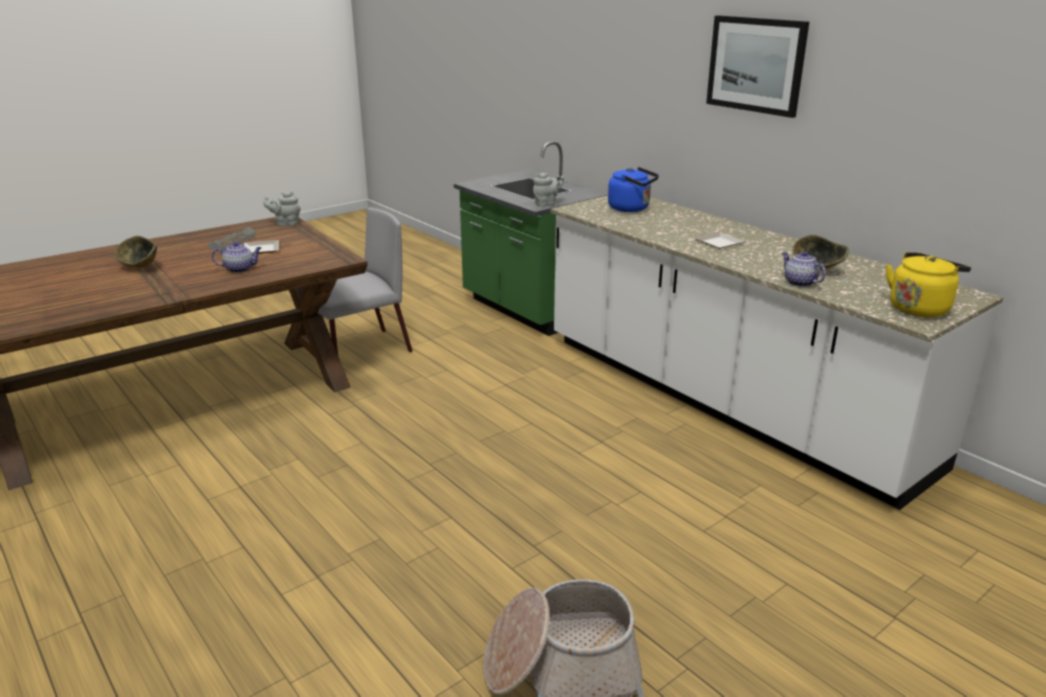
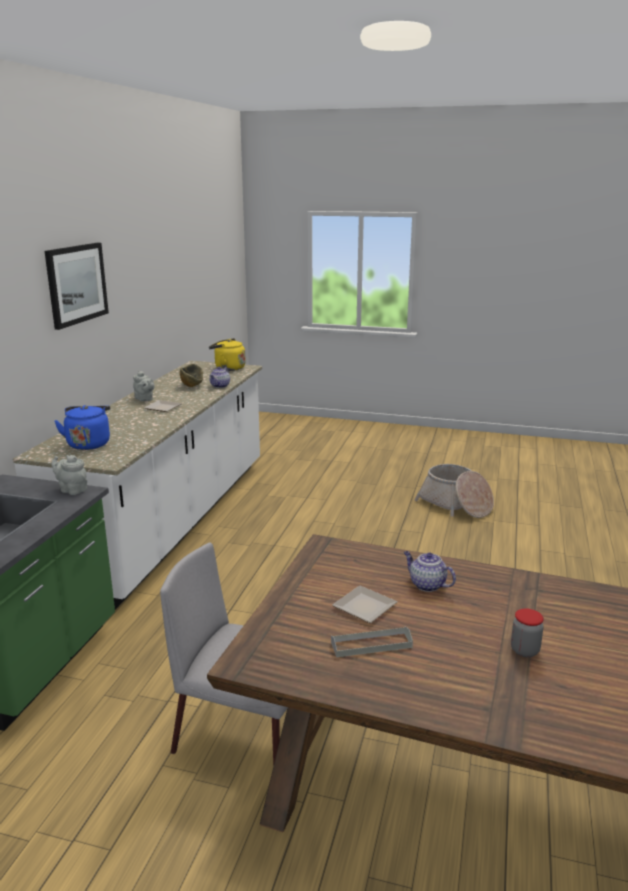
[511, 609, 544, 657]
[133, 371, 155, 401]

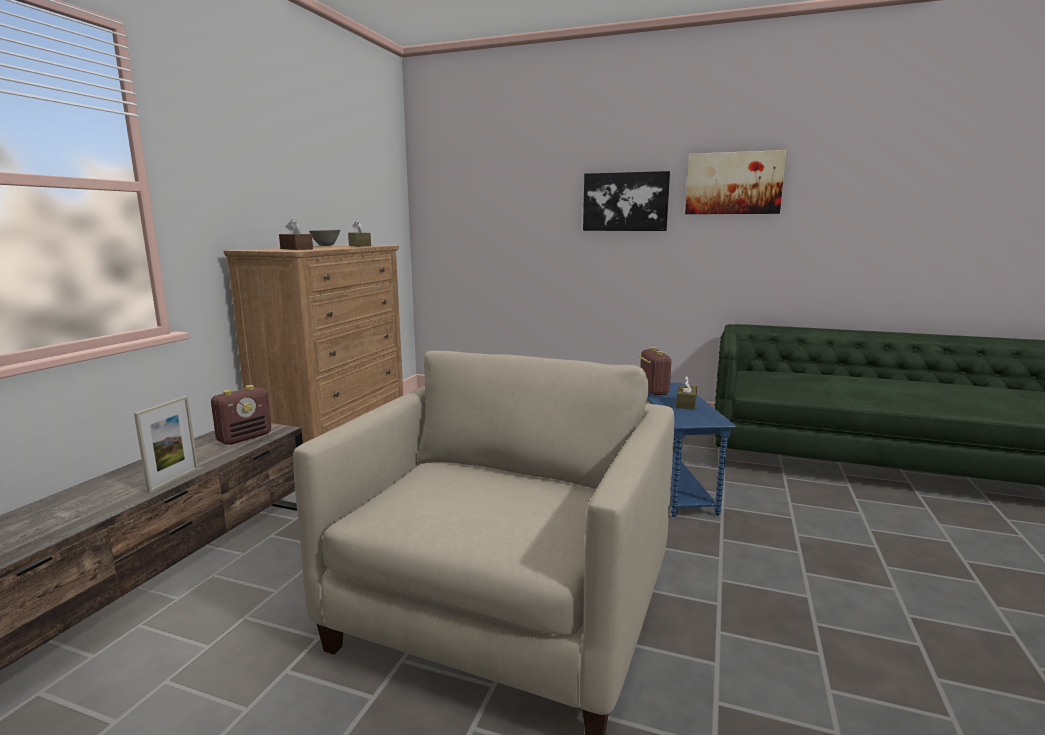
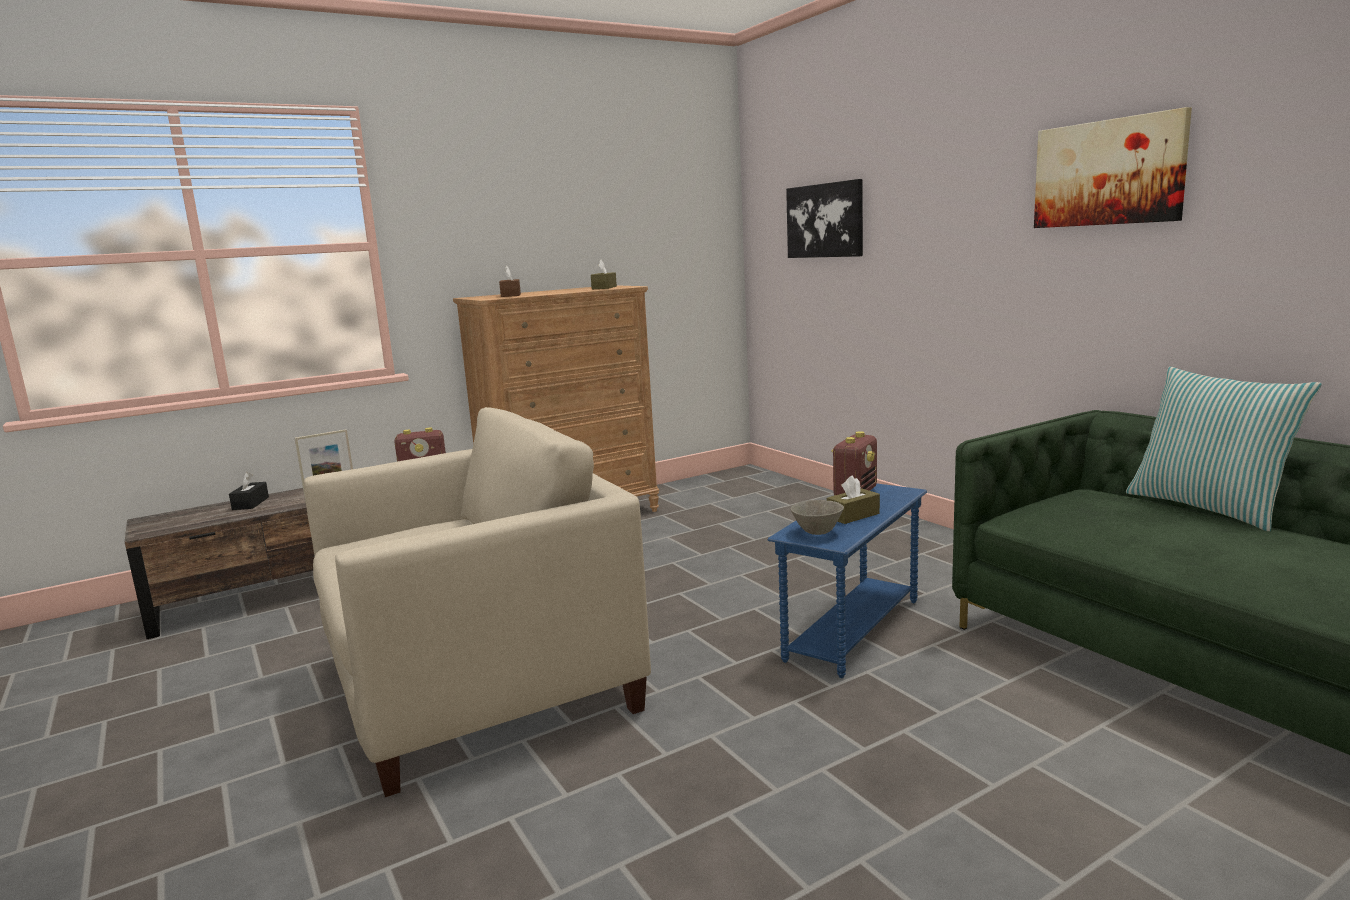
[791, 500, 844, 535]
[786, 179, 863, 258]
[229, 472, 269, 510]
[1126, 367, 1322, 531]

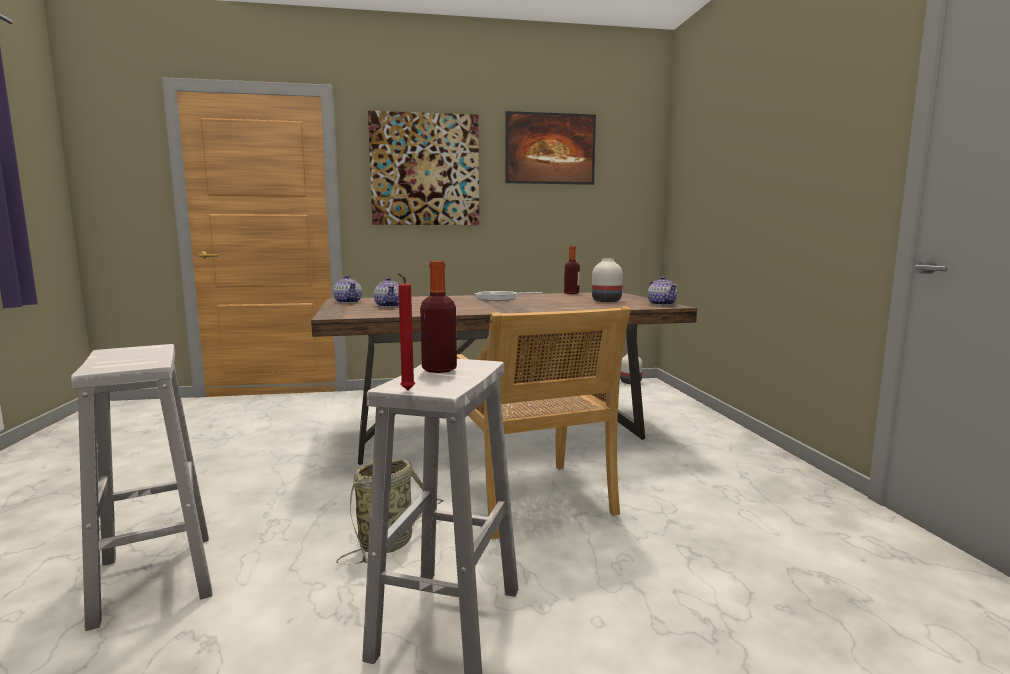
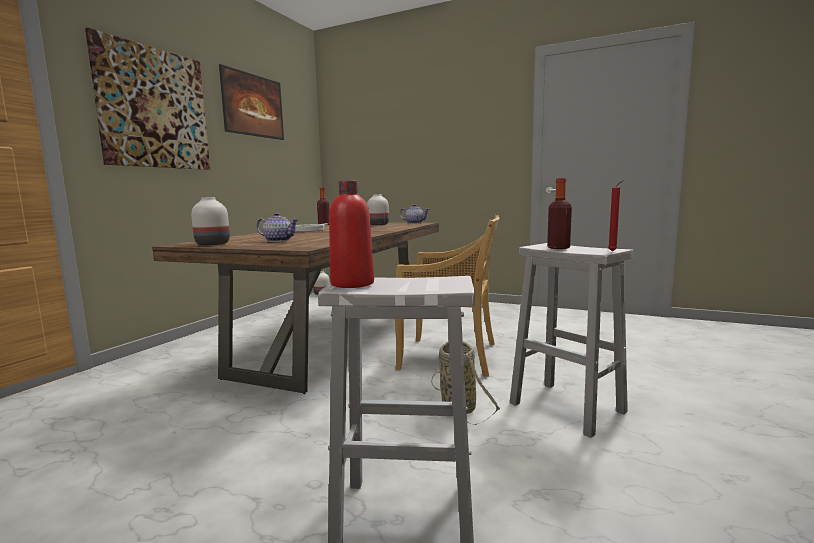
[191, 197, 230, 246]
[329, 181, 374, 288]

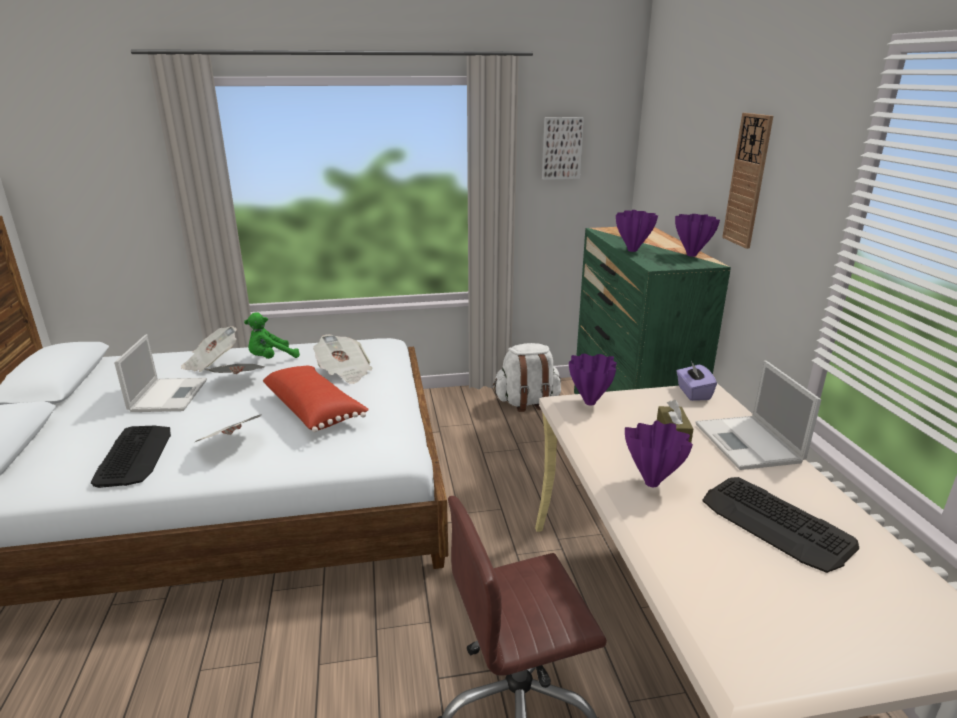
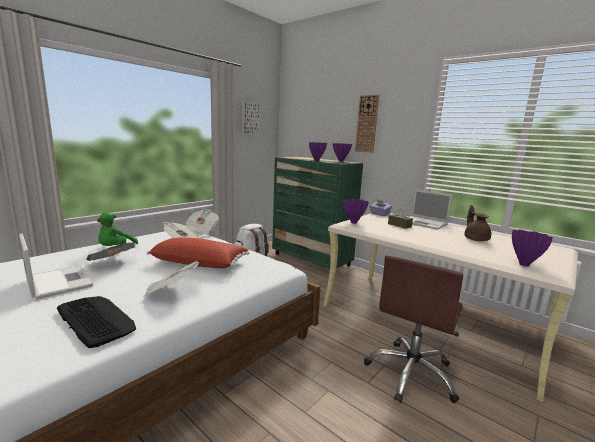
[186, 209, 219, 236]
[512, 230, 553, 267]
[464, 205, 491, 241]

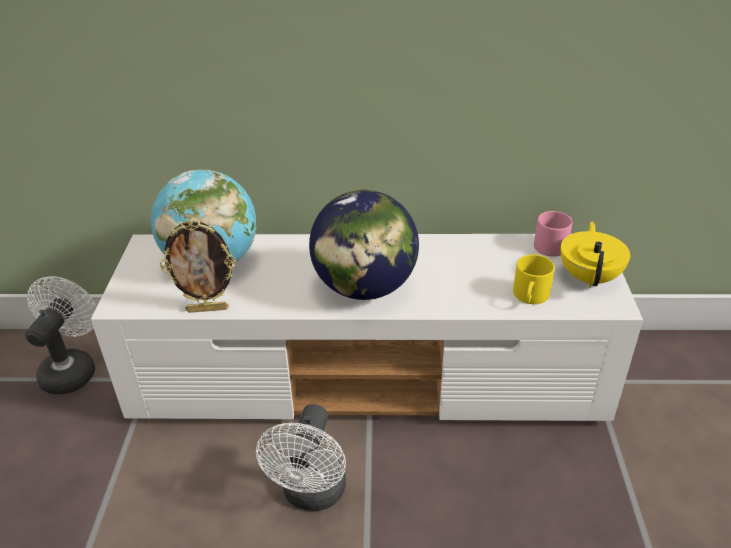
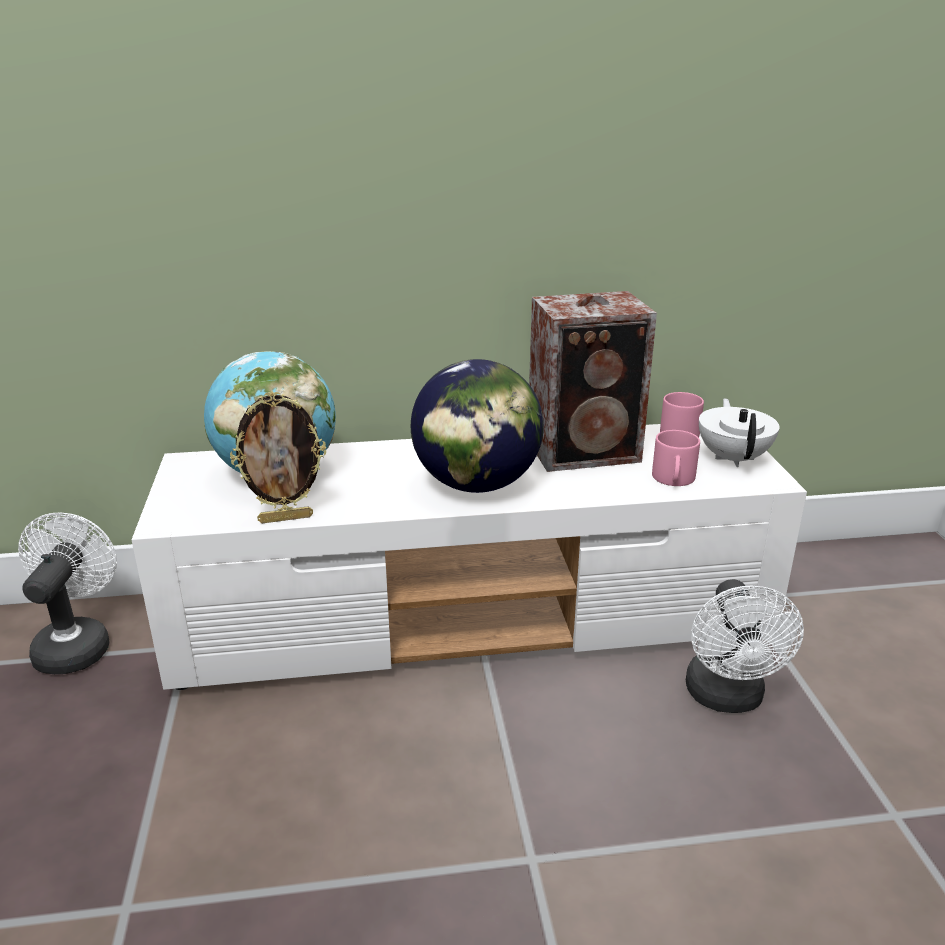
[686, 579, 804, 713]
[652, 430, 700, 486]
[699, 398, 780, 467]
[529, 291, 657, 472]

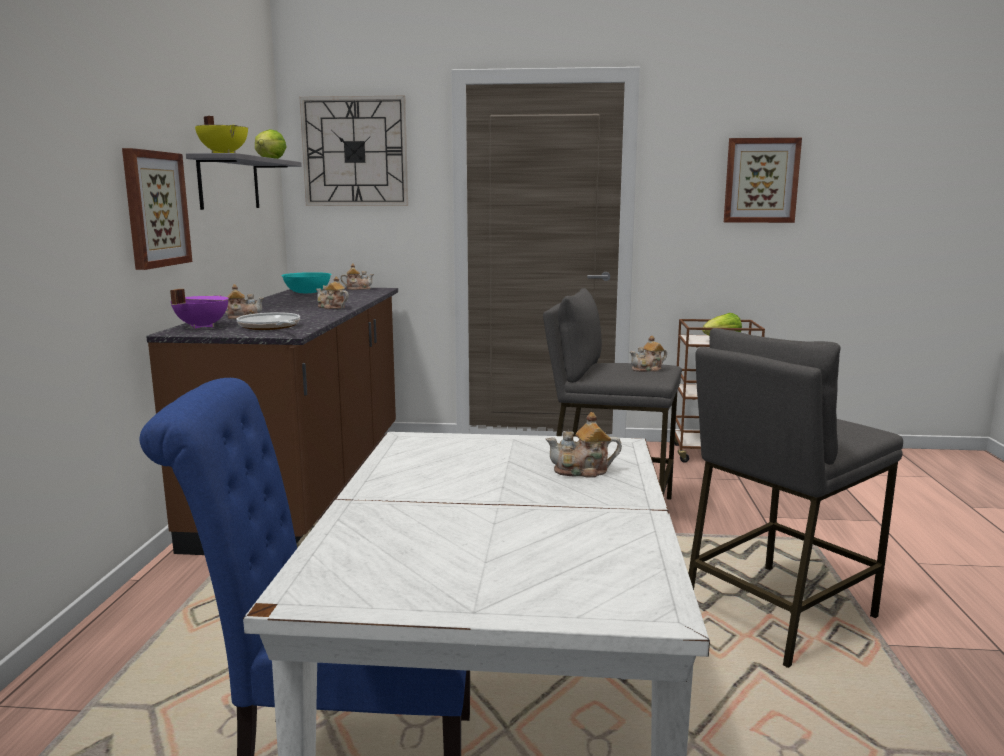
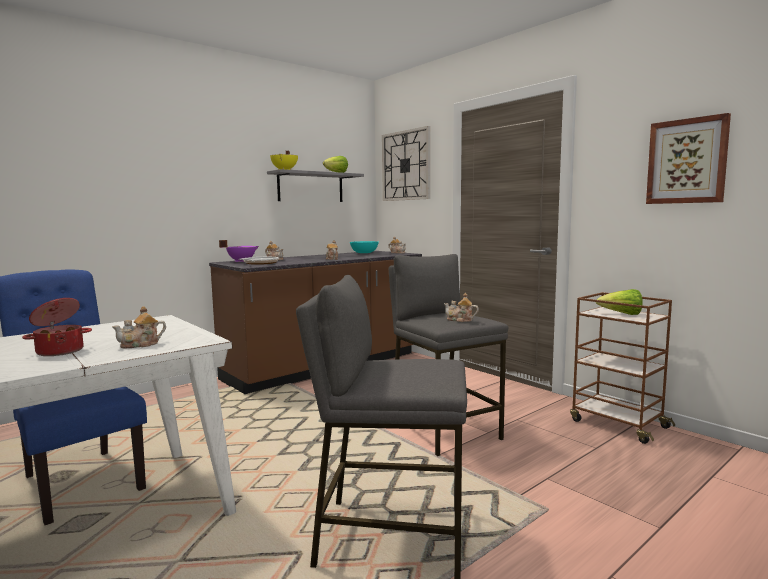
[122, 148, 192, 270] (first image)
[112, 306, 166, 348]
[22, 298, 92, 356]

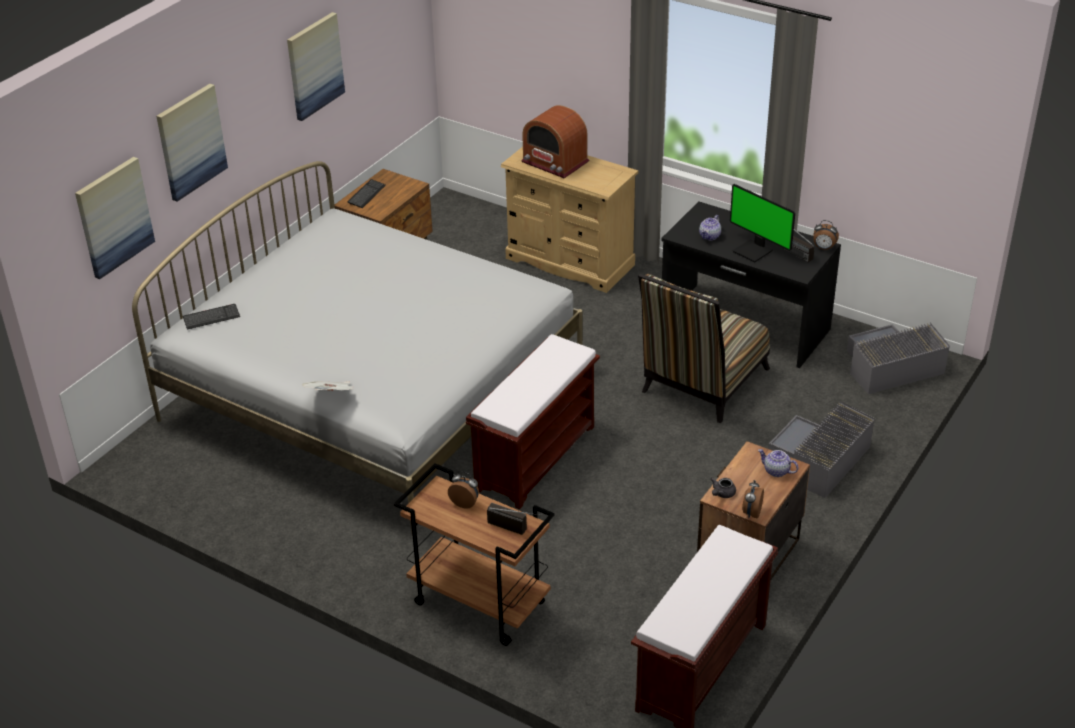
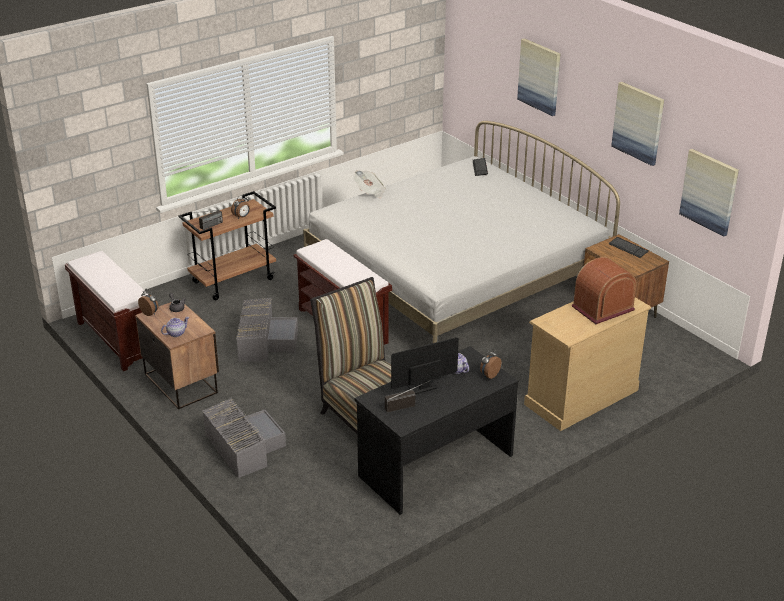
[679, 149, 739, 236]
[480, 349, 501, 379]
[236, 298, 298, 362]

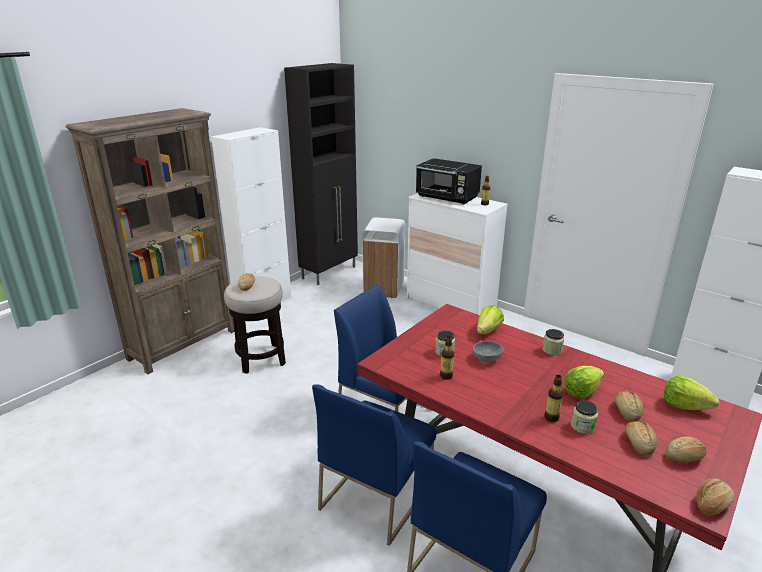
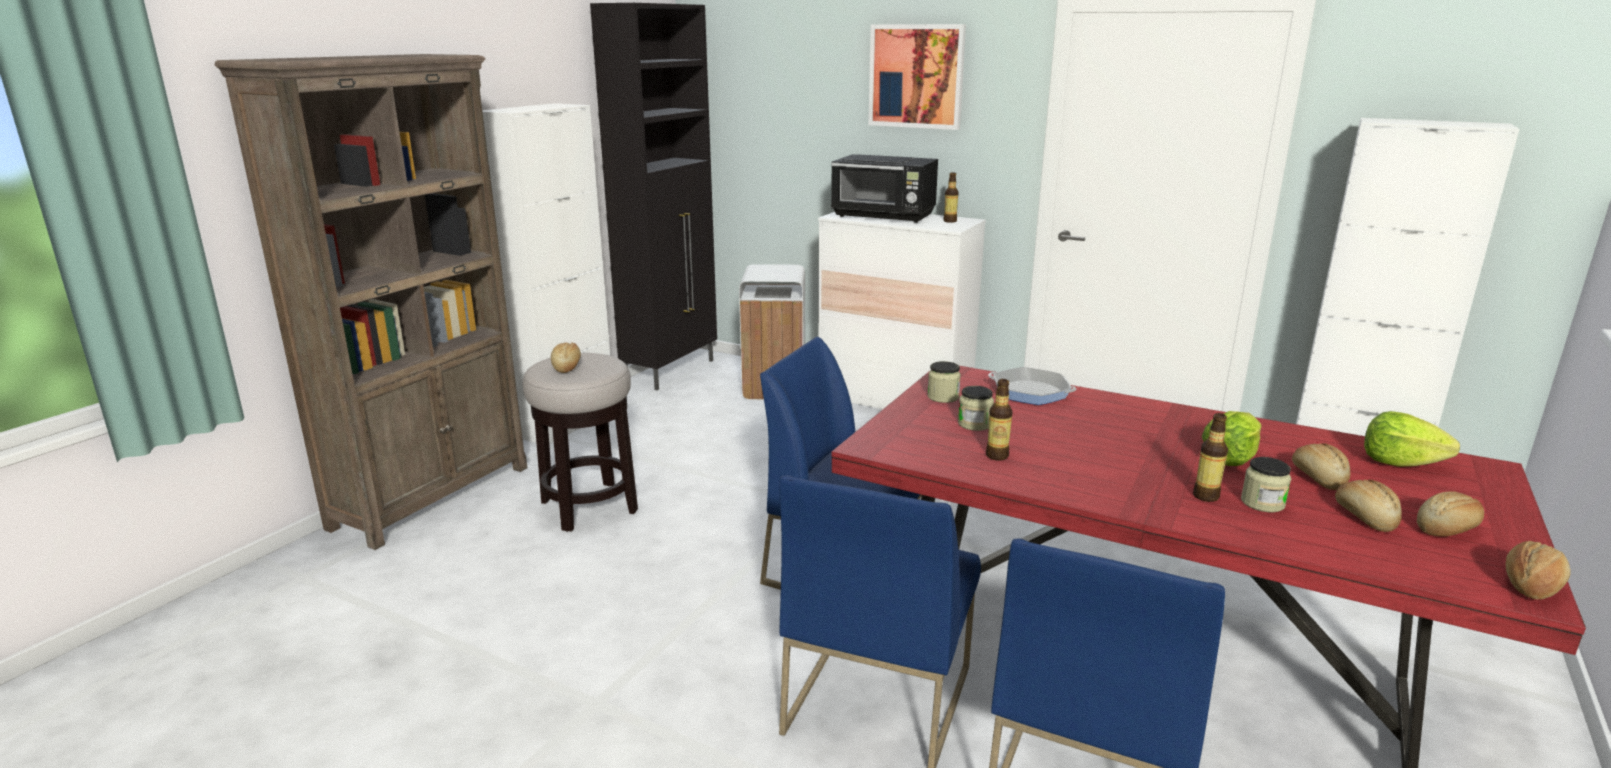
[473, 341, 503, 362] (first image)
[988, 367, 1077, 405]
[927, 361, 961, 403]
[868, 24, 966, 130]

